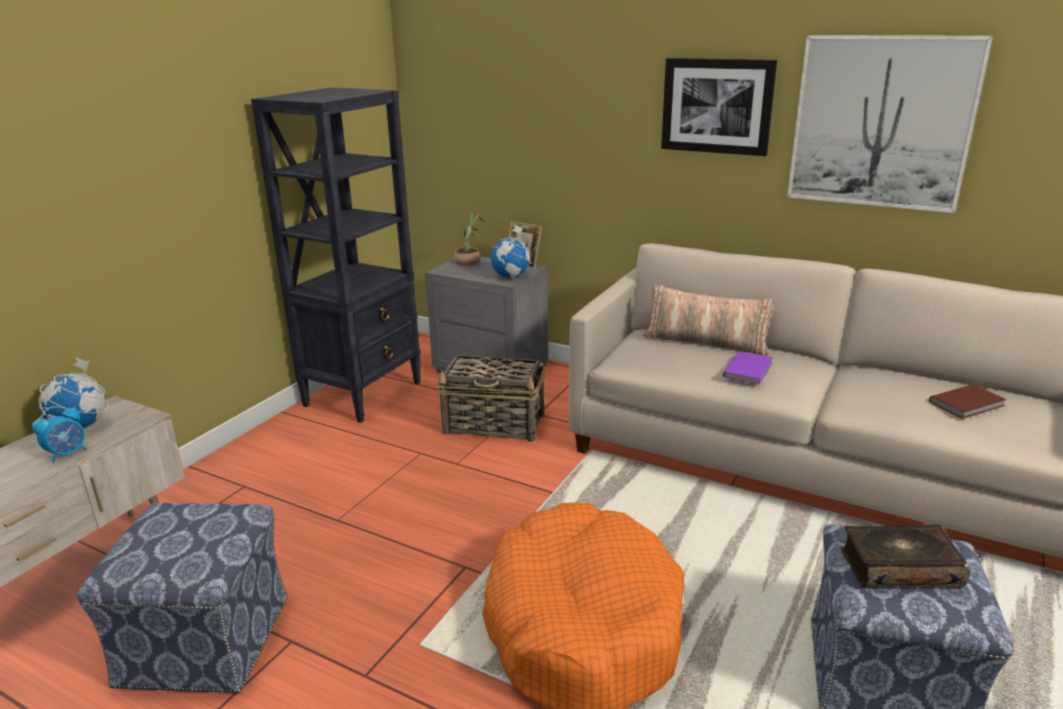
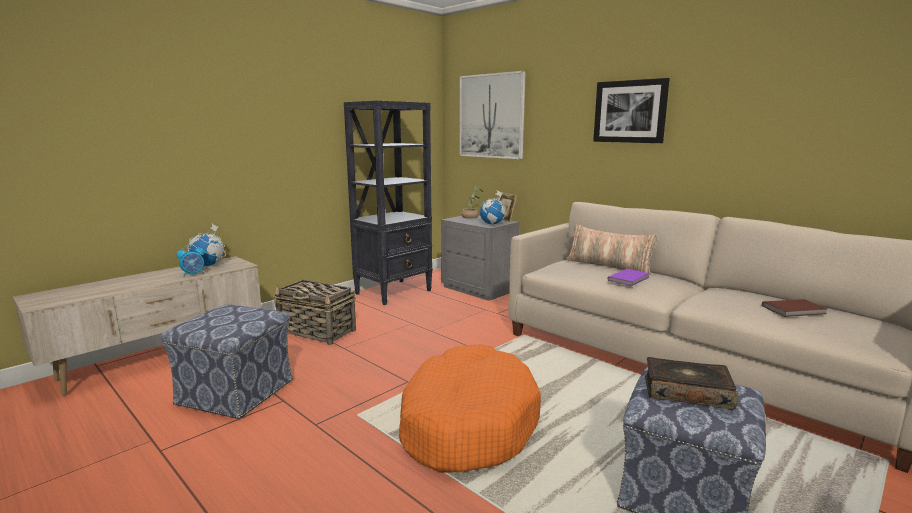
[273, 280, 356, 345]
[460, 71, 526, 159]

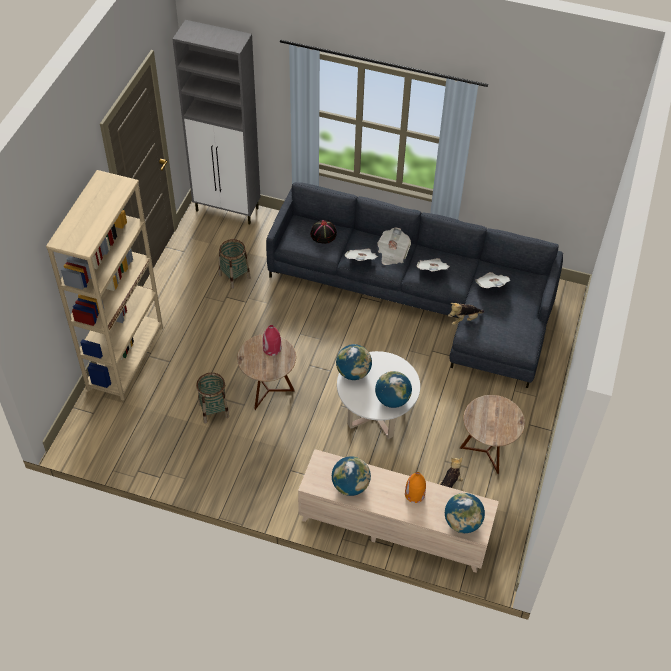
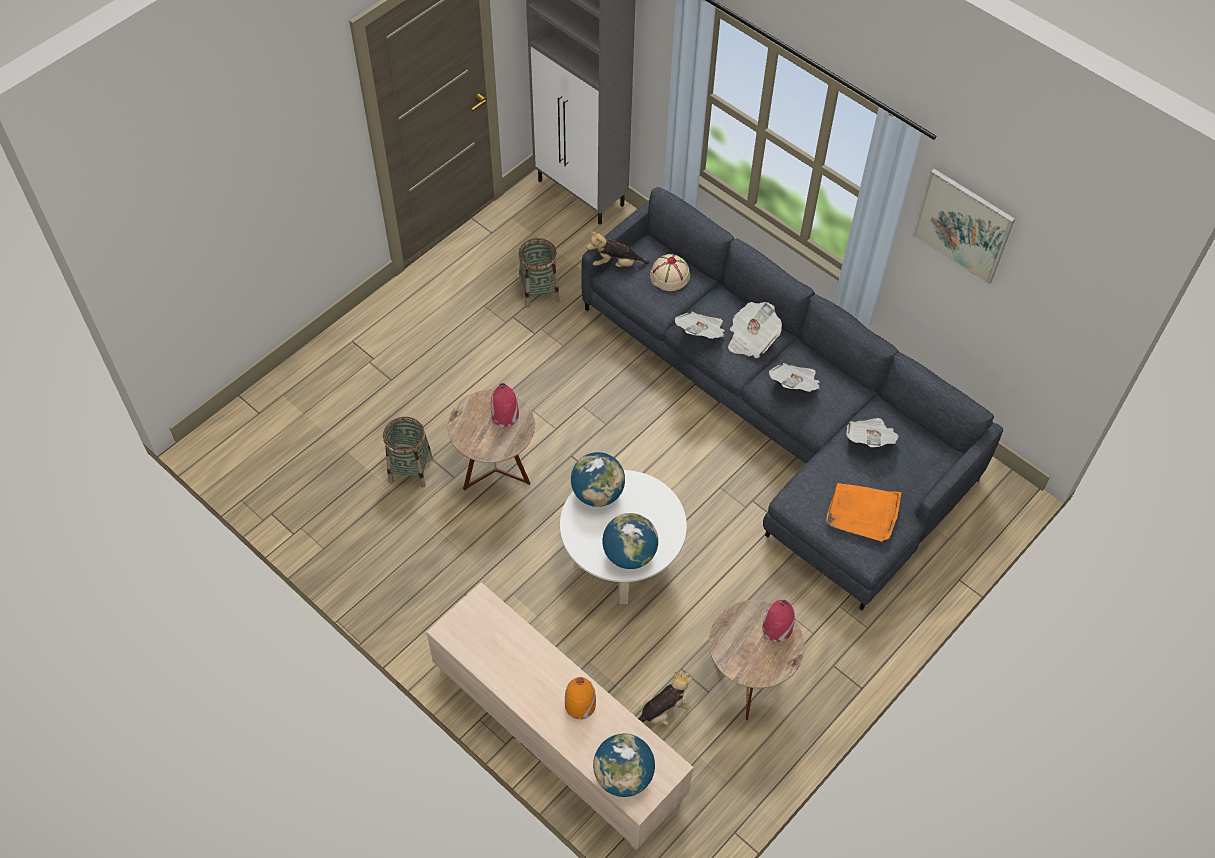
[46, 170, 163, 401] (first image)
[650, 254, 690, 291]
[332, 456, 371, 496] (first image)
[587, 231, 650, 267]
[763, 600, 795, 642]
[826, 483, 901, 542]
[913, 169, 1015, 284]

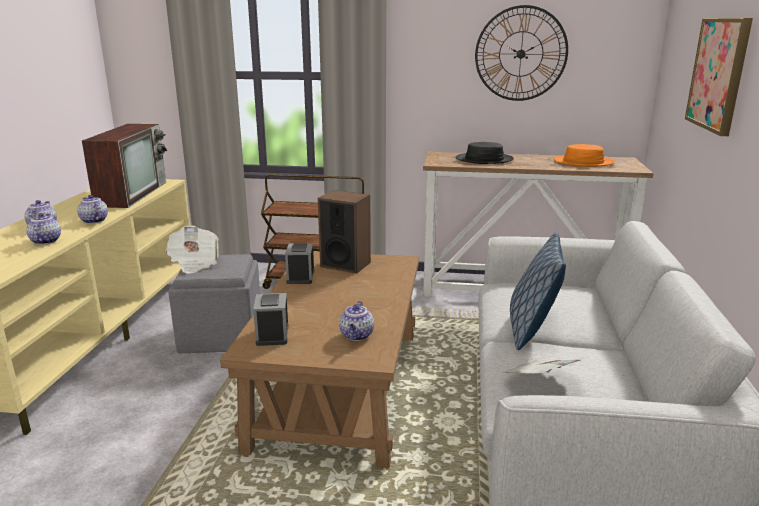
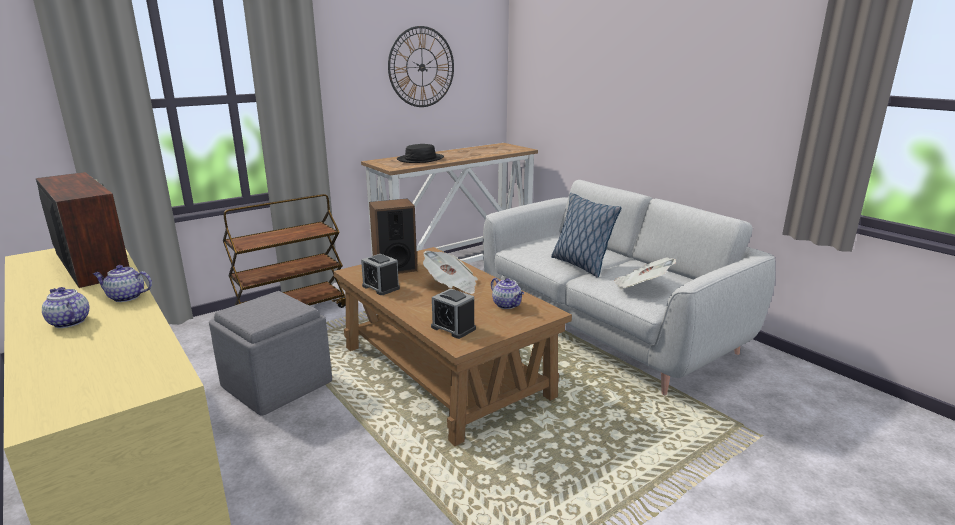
[26, 213, 61, 245] (first image)
[423, 251, 478, 294]
[554, 144, 615, 167] (first image)
[685, 18, 753, 136] (first image)

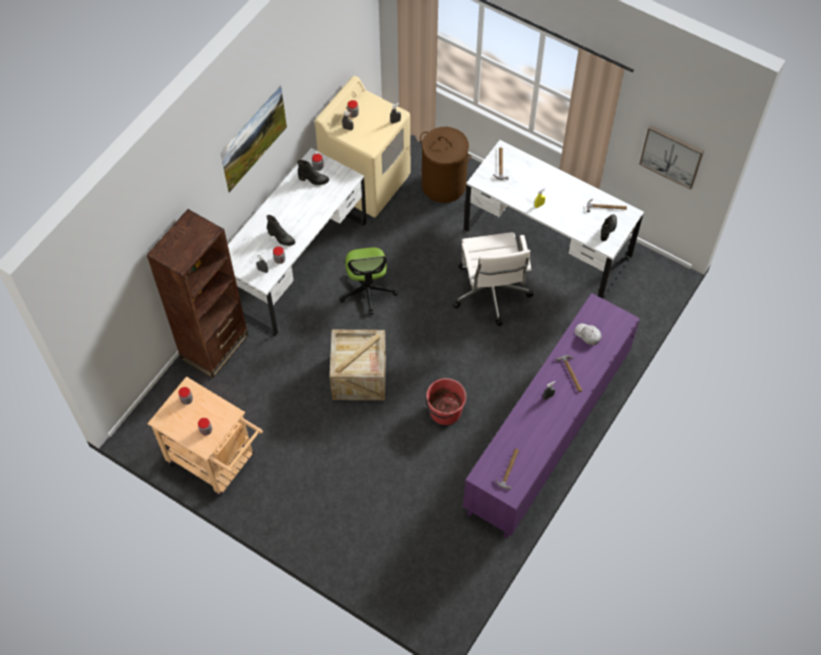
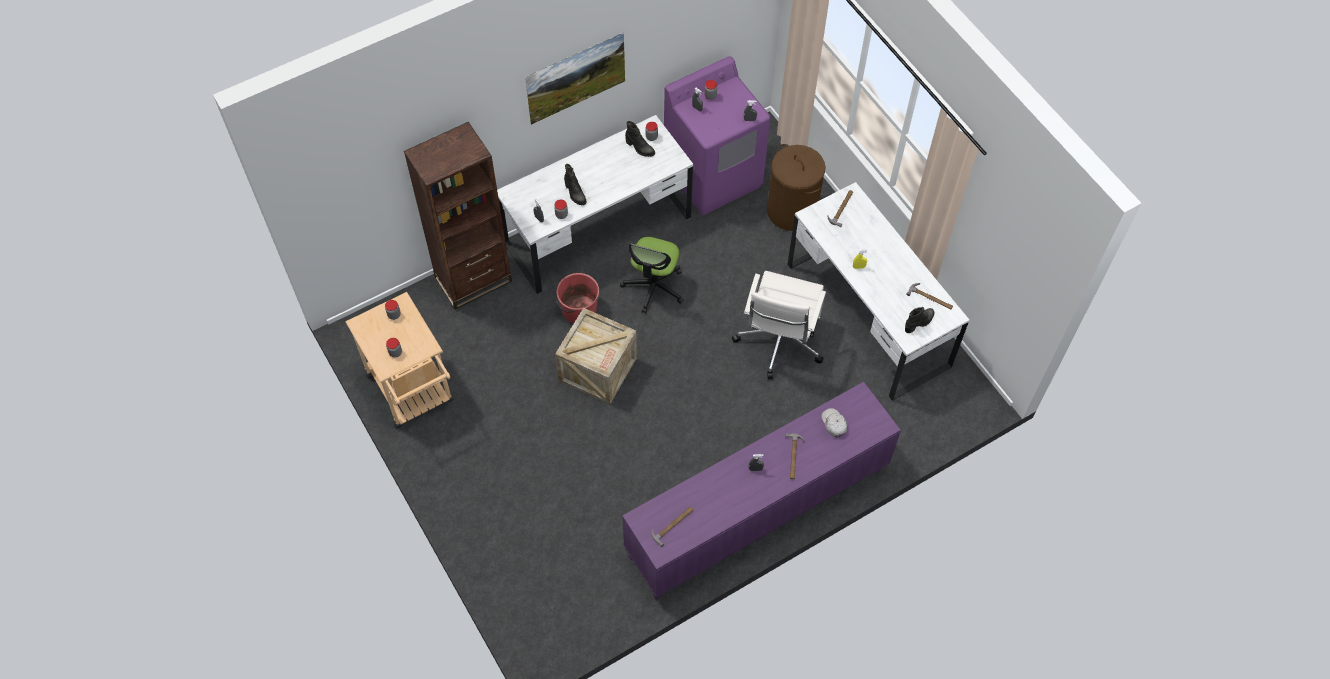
[664, 56, 770, 215]
[556, 273, 599, 323]
[639, 125, 704, 190] (first image)

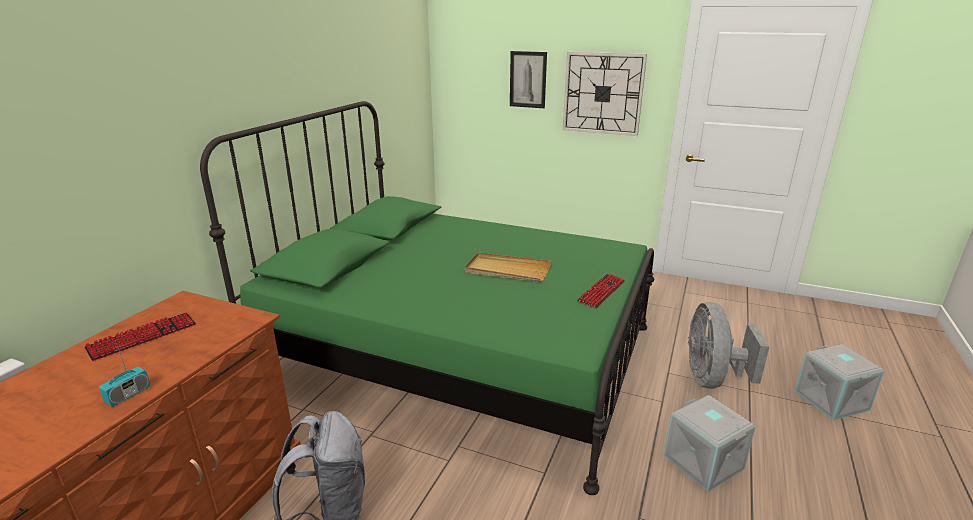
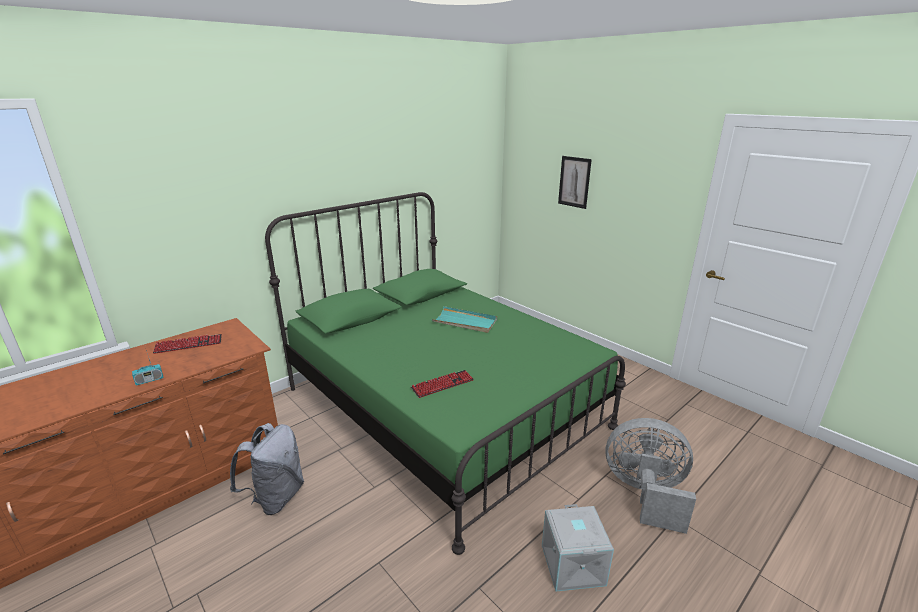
[465, 253, 551, 282] (first image)
[563, 52, 647, 136] (first image)
[411, 370, 474, 398]
[605, 418, 696, 534]
[795, 344, 885, 421] (first image)
[431, 306, 497, 333]

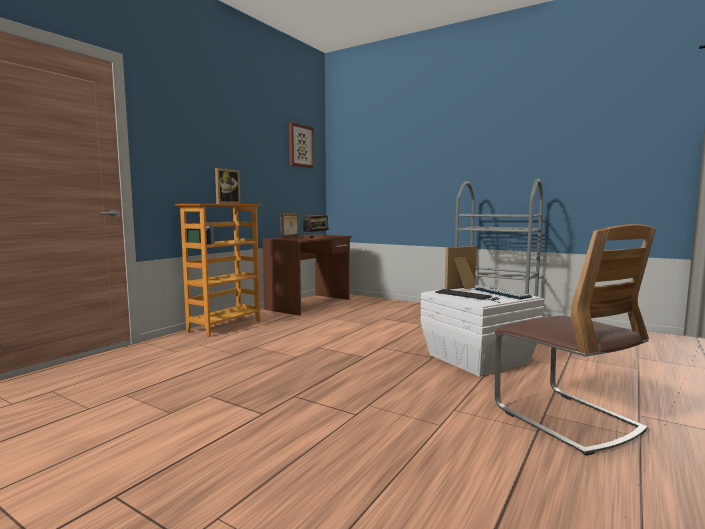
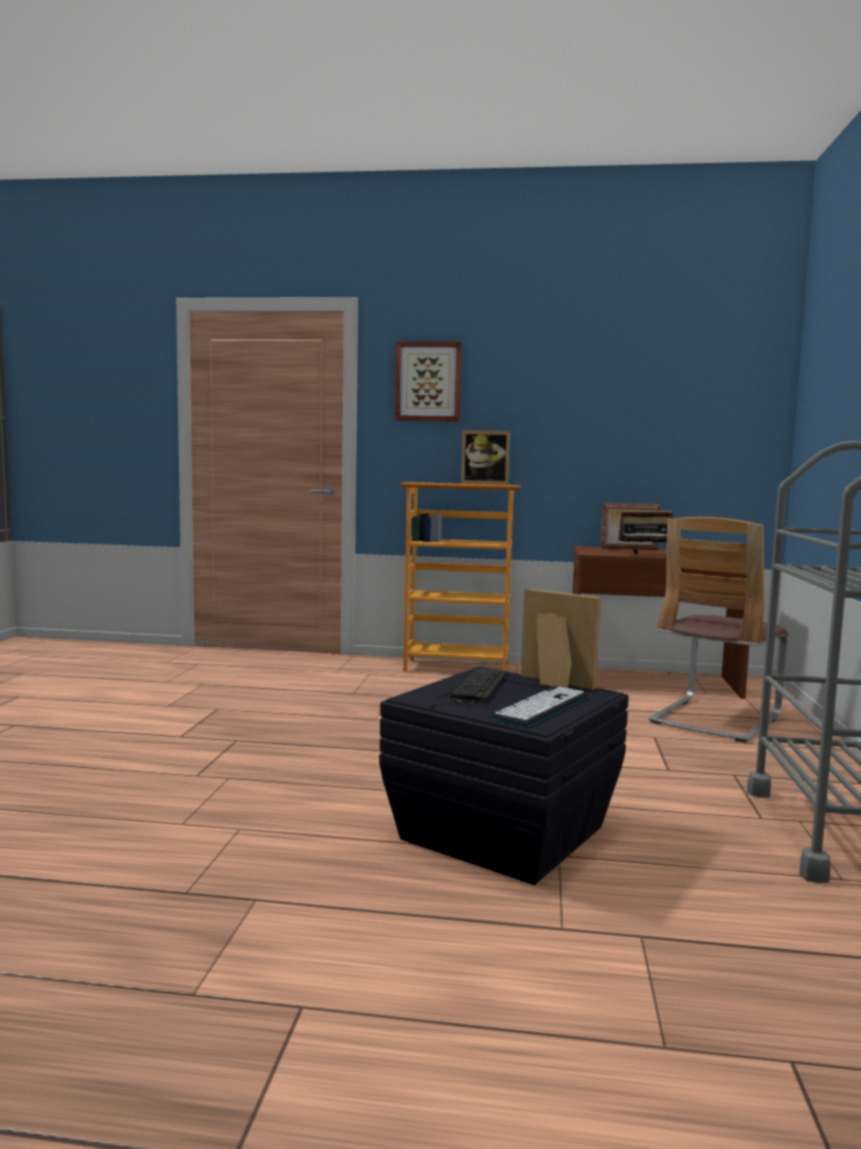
[395, 341, 462, 422]
[379, 667, 629, 885]
[649, 517, 788, 743]

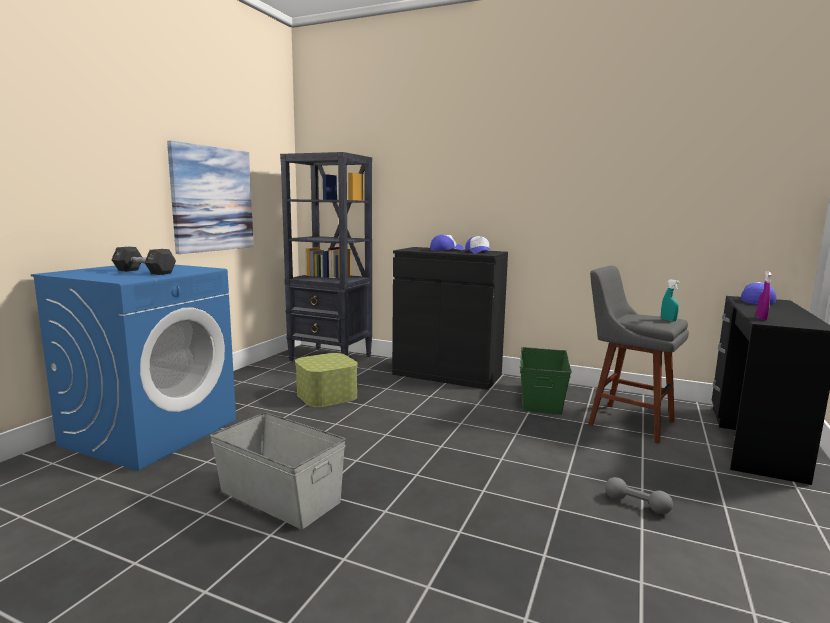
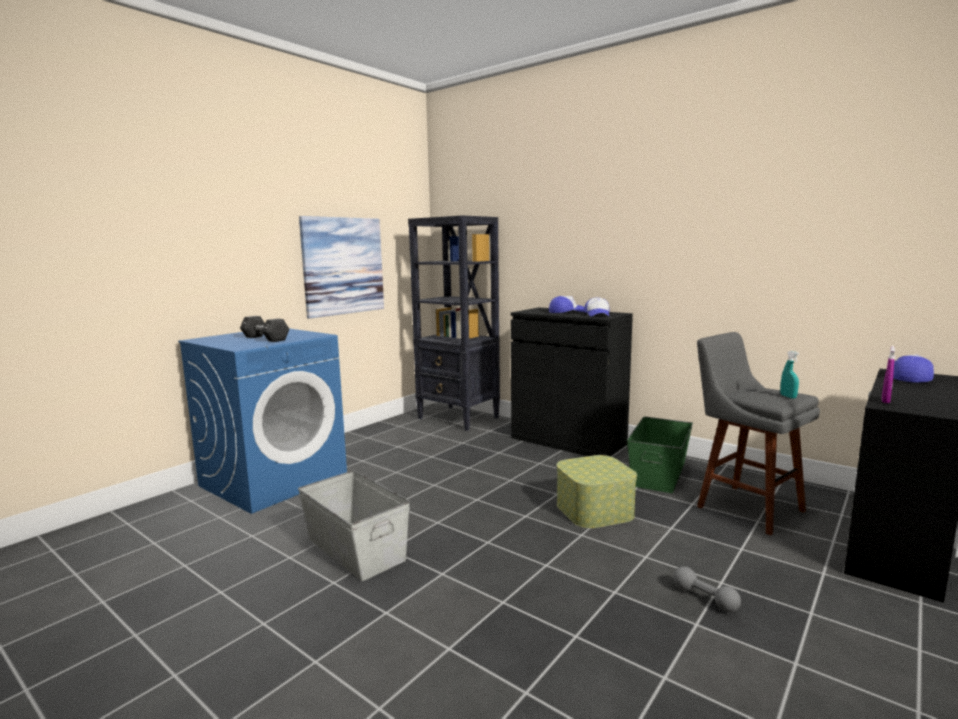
[557, 455, 637, 528]

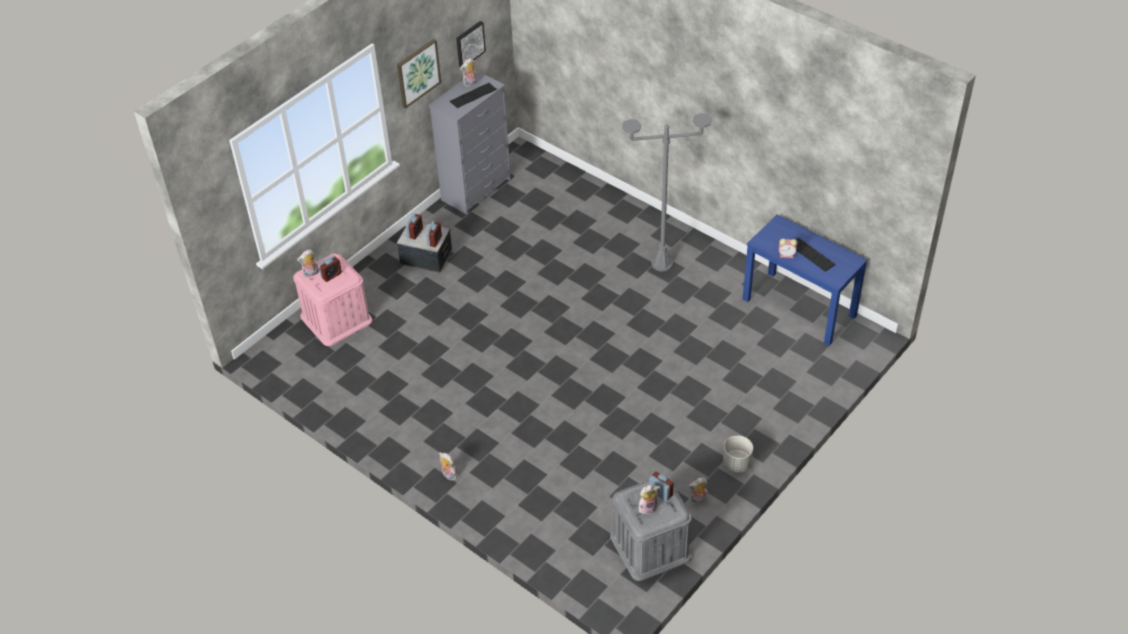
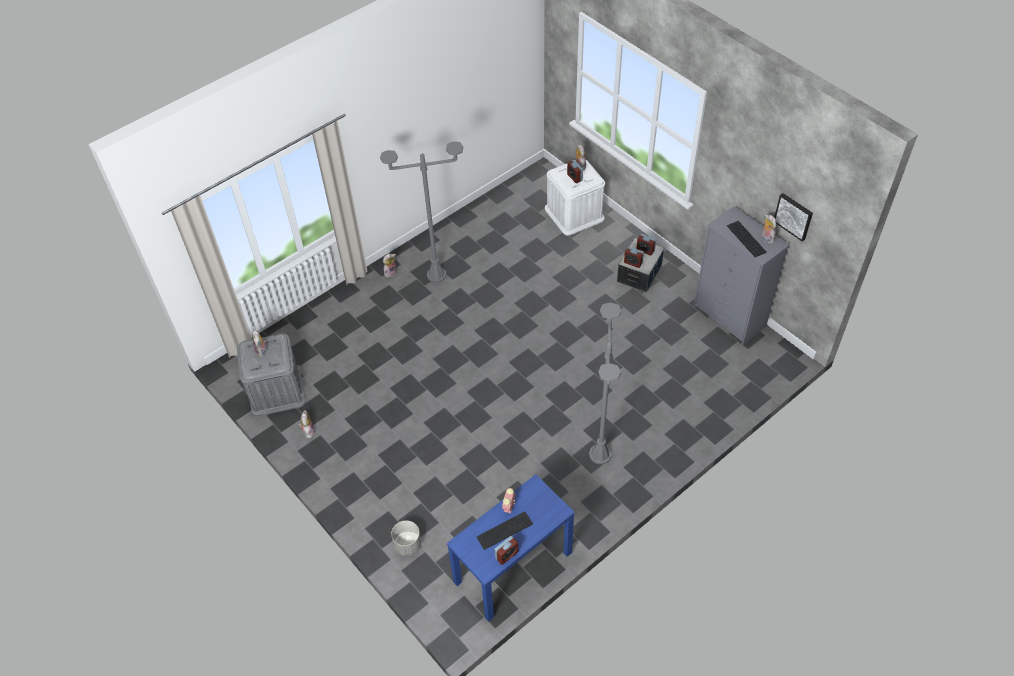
[545, 159, 605, 235]
[397, 39, 441, 108] (first image)
[494, 536, 518, 565]
[391, 521, 421, 556]
[380, 141, 463, 283]

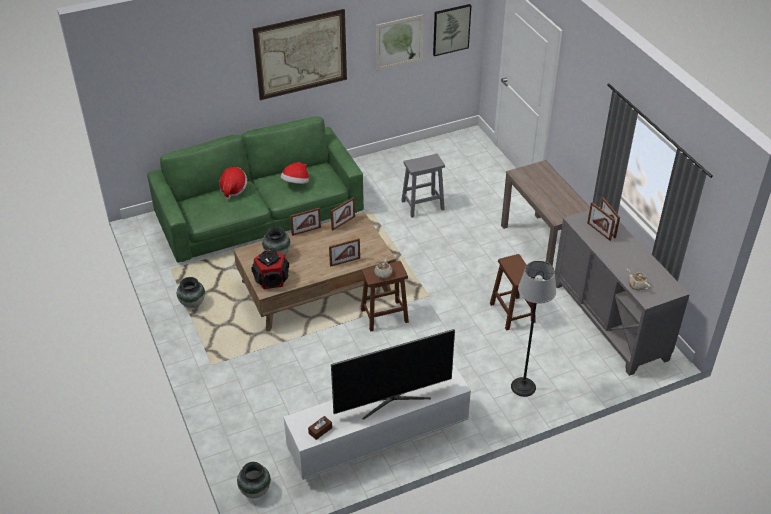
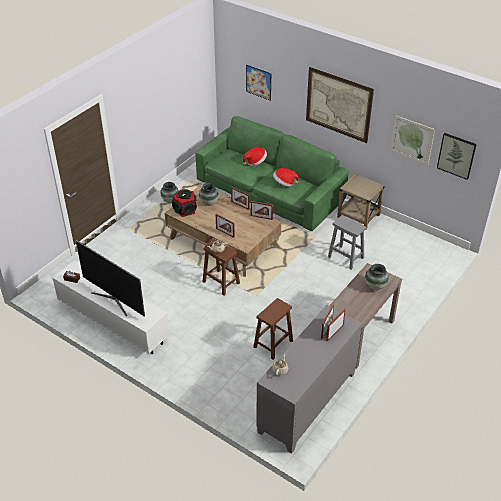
[365, 264, 389, 290]
[511, 261, 556, 397] (first image)
[246, 65, 271, 101]
[337, 174, 384, 227]

